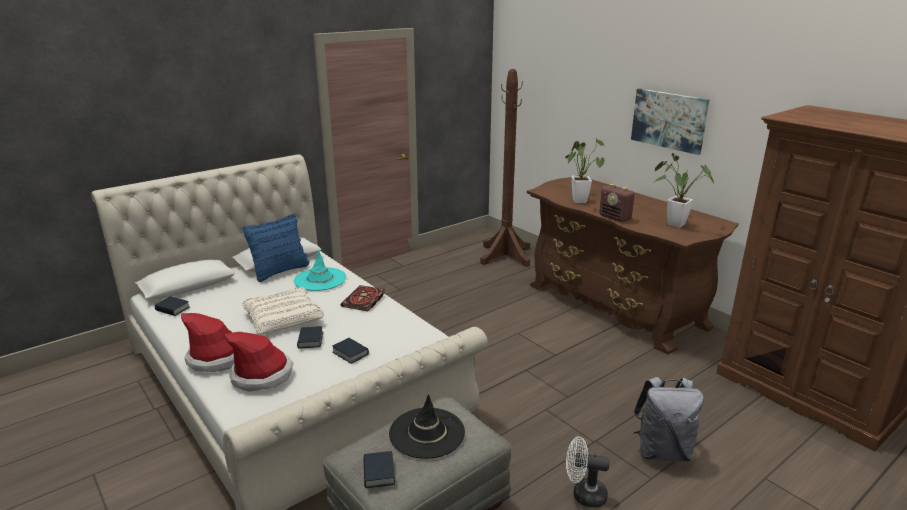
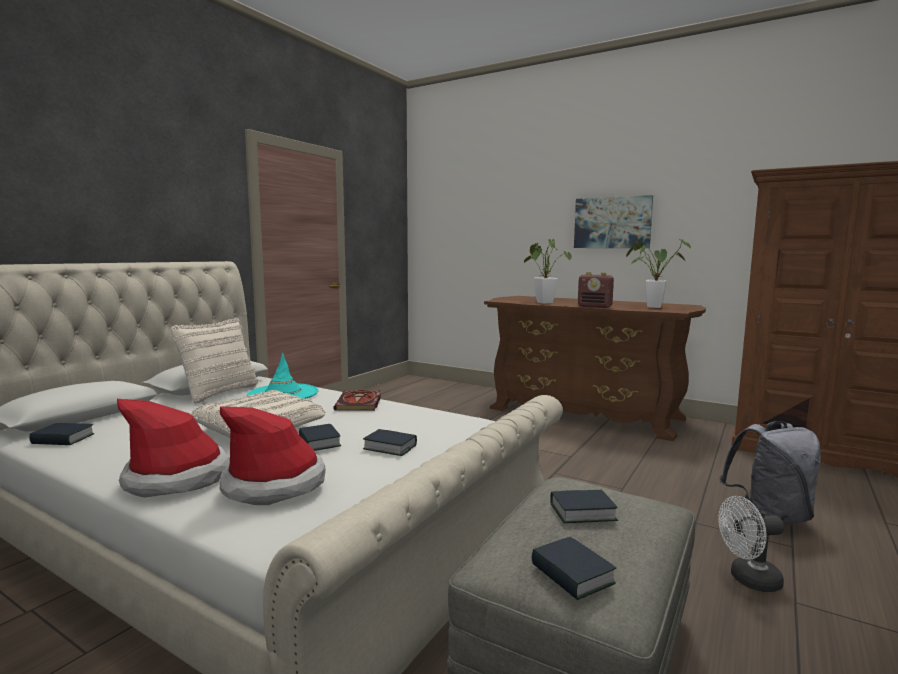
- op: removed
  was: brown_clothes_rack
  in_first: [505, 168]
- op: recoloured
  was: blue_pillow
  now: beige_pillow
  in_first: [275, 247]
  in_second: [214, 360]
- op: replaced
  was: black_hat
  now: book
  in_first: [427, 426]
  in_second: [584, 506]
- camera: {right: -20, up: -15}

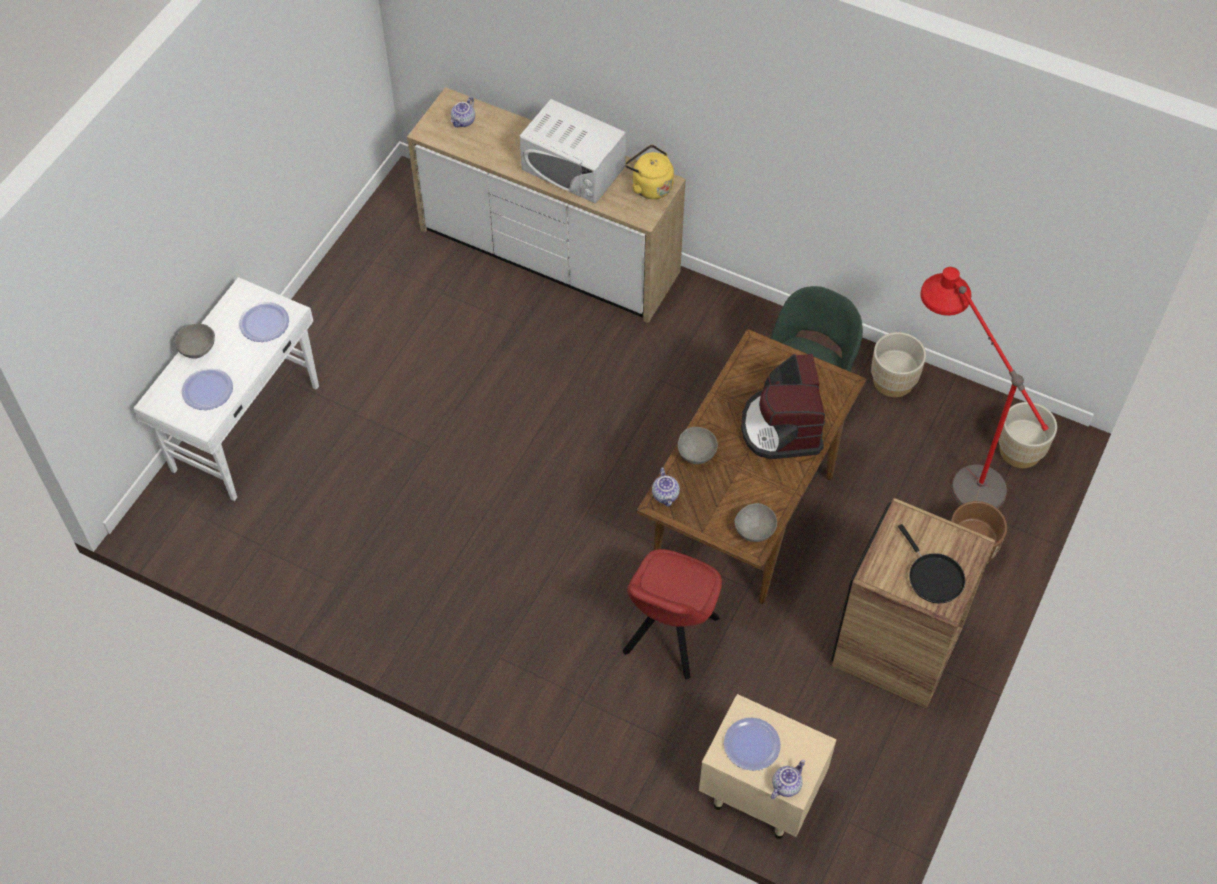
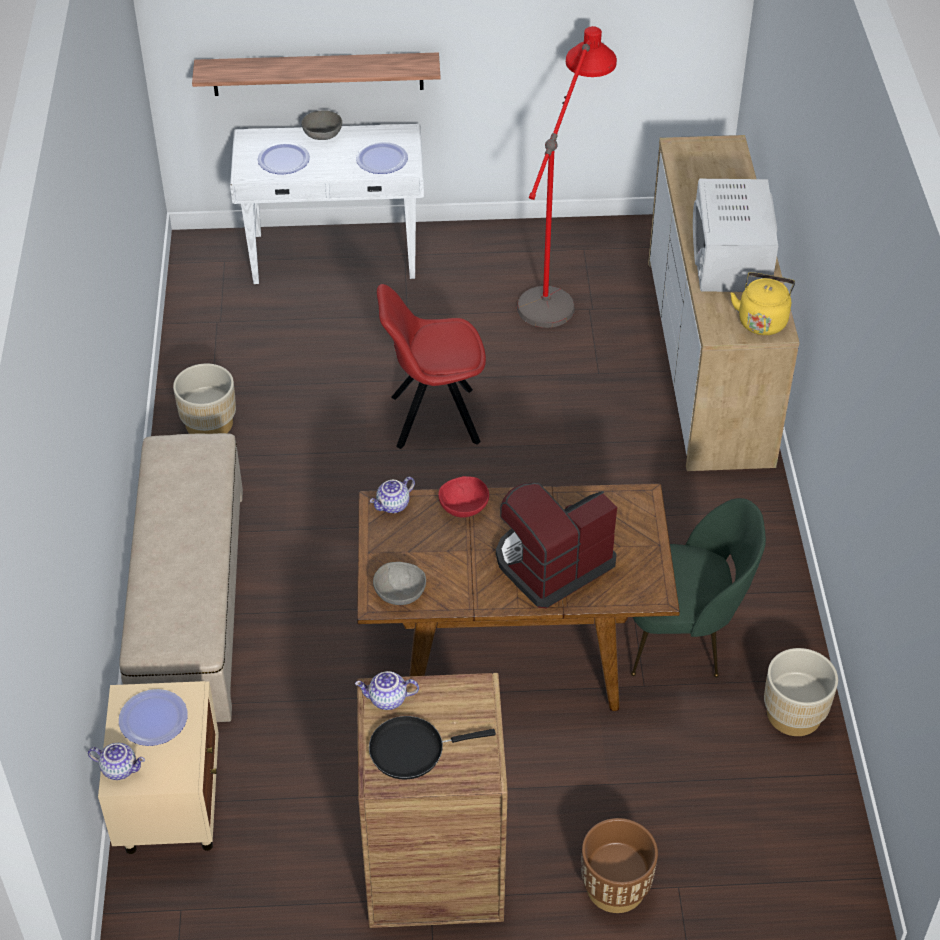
- op: moved
  was: teapot
  in_first: [463, 112]
  in_second: [387, 690]
- op: moved
  was: red_floor_lamp
  in_first: [984, 388]
  in_second: [567, 177]
- op: moved
  was: beige_planter
  in_first: [1028, 435]
  in_second: [204, 399]
- op: recoloured
  was: grey_bowl
  now: red_bowl
  in_first: [698, 445]
  in_second: [463, 497]
- op: turned
  was: black_frying_pan
  in_first: [931, 563]
  in_second: [432, 748]
  clockwise: 45
- op: moved
  was: red_chair
  in_first: [672, 614]
  in_second: [431, 366]
- op: added
  now: shelf
  in_second: [316, 74]
- op: added
  now: beige_bench
  in_second: [181, 577]
- camera: {right: 60, up: -10}

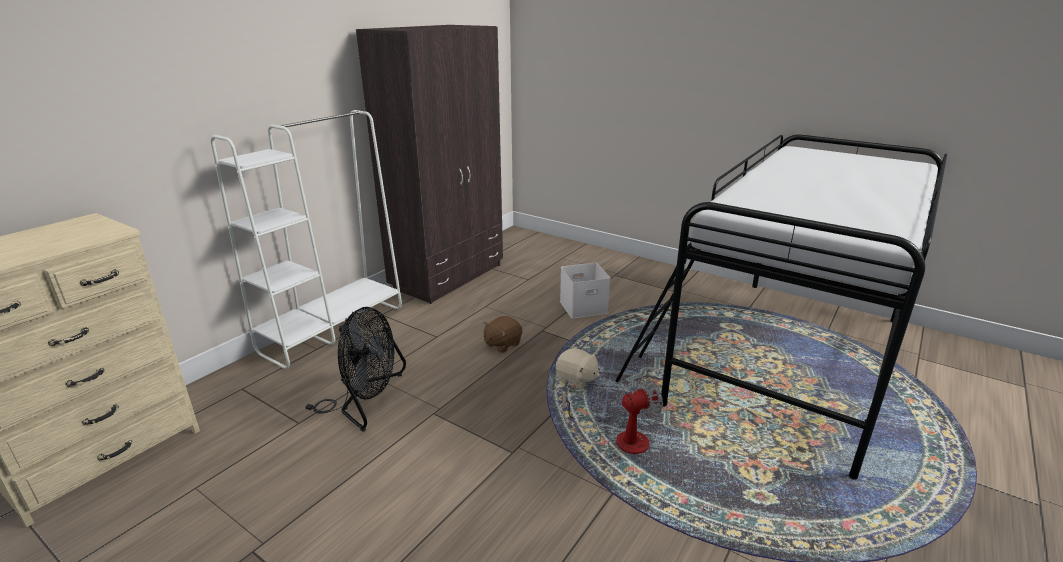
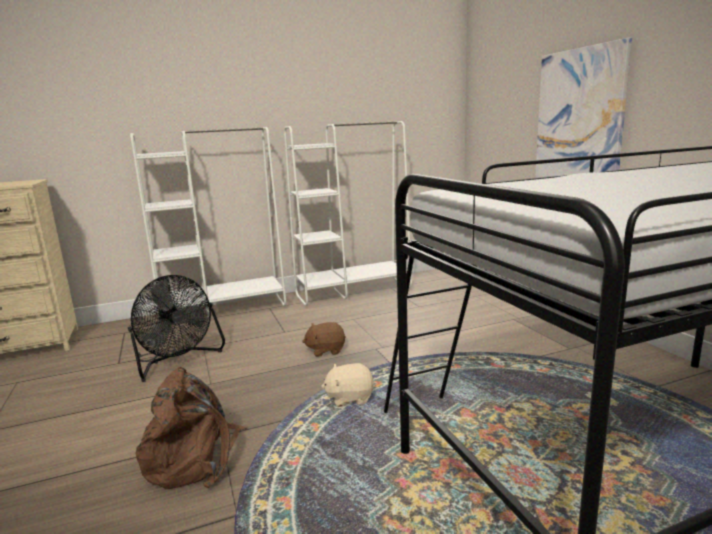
- op: replaced
  was: brown_wardrobe
  now: white_clothes_rack
  in_first: [429, 164]
  in_second: [348, 213]
- op: removed
  was: white_storage_box
  in_first: [585, 291]
- op: turned
  was: beige_plush_toy
  in_first: [578, 368]
  in_second: [347, 385]
  clockwise: 105
- op: removed
  was: fan
  in_first: [612, 415]
- op: added
  now: picture
  in_second: [583, 108]
- op: added
  now: brown_backpack
  in_second: [191, 428]
- camera: {right: 35, up: -10}

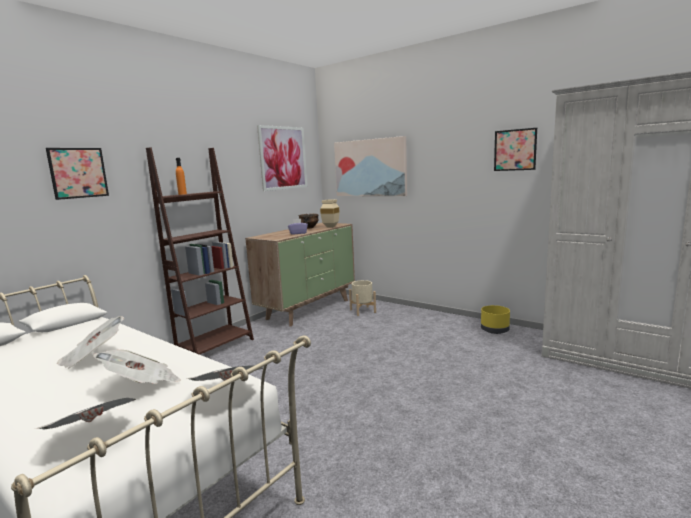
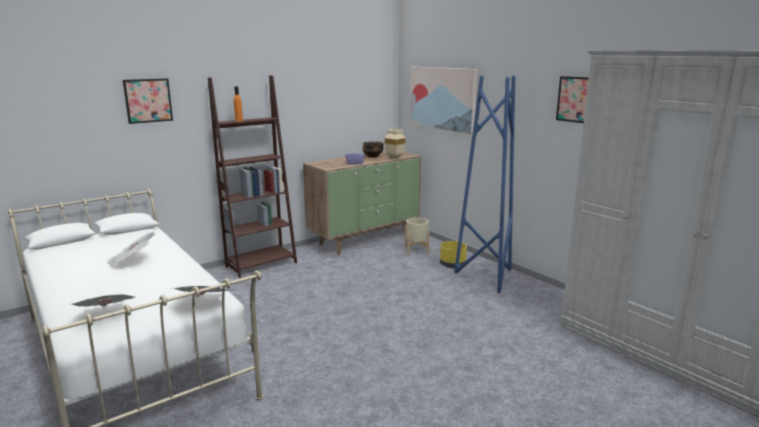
- op: removed
  was: picture
  in_first: [282, 158]
- op: moved
  was: yellow_planter
  in_first: [495, 319]
  in_second: [453, 254]
- op: removed
  was: newspaper
  in_first: [137, 367]
- op: added
  now: blue_clothes_rack
  in_second: [484, 184]
- camera: {right: 15, up: 5}

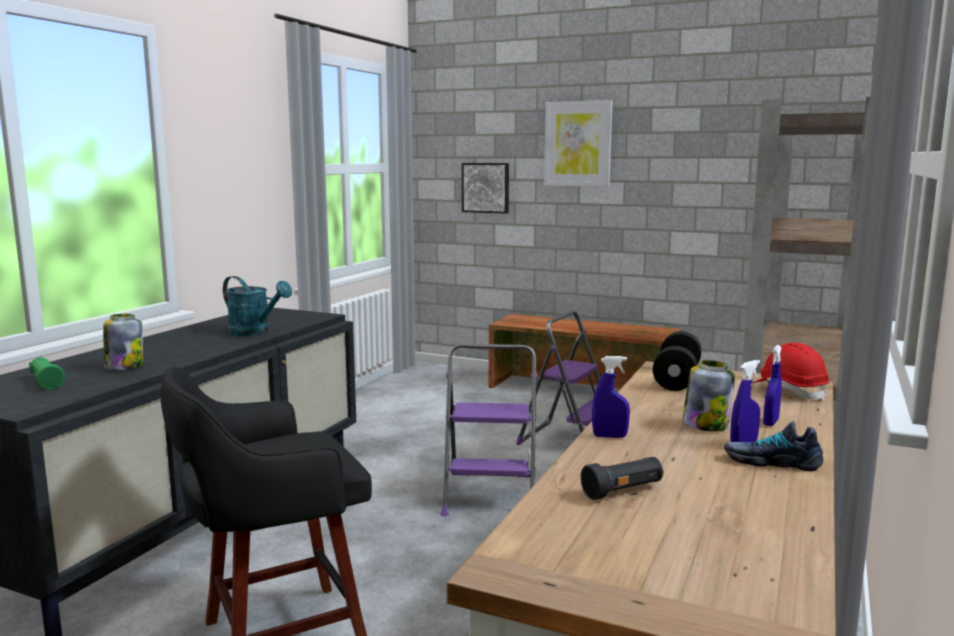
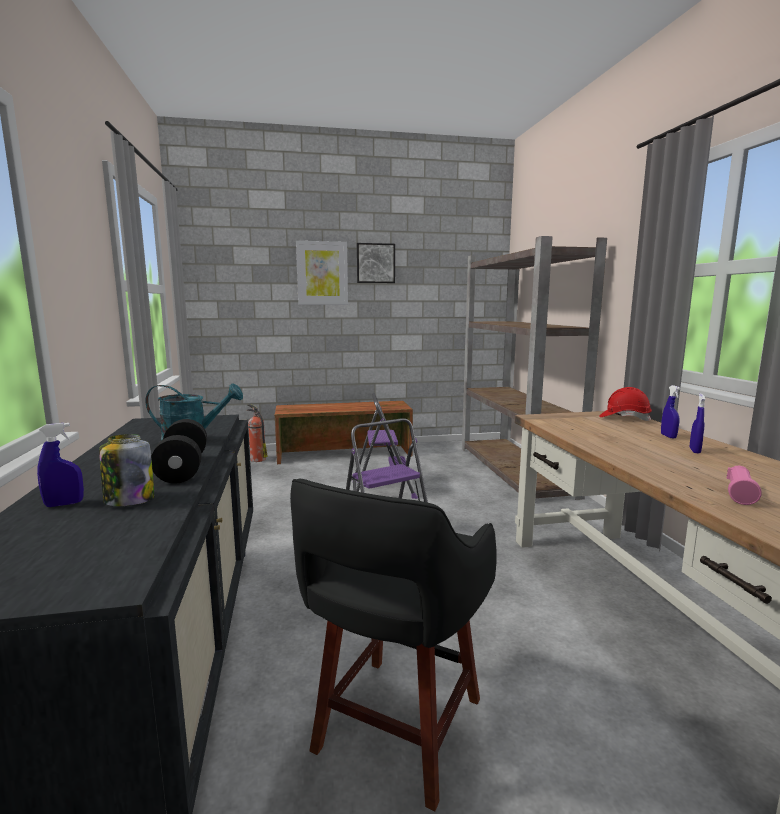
- op: moved
  was: picture
  in_first: [485, 188]
  in_second: [376, 263]
- op: moved
  was: black_dumbbell
  in_first: [677, 361]
  in_second: [179, 451]
- op: moved
  was: blue_spray_bottle
  in_first: [611, 397]
  in_second: [60, 465]
- op: removed
  was: green_flashlight
  in_first: [47, 373]
- op: removed
  was: jar
  in_first: [708, 396]
- op: removed
  was: shoe
  in_first: [773, 446]
- op: recoloured
  was: black_flashlight
  now: pink_flashlight
  in_first: [622, 478]
  in_second: [744, 485]
- op: added
  now: fire_extinguisher
  in_second: [257, 433]
- camera: {right: -35, up: 0}

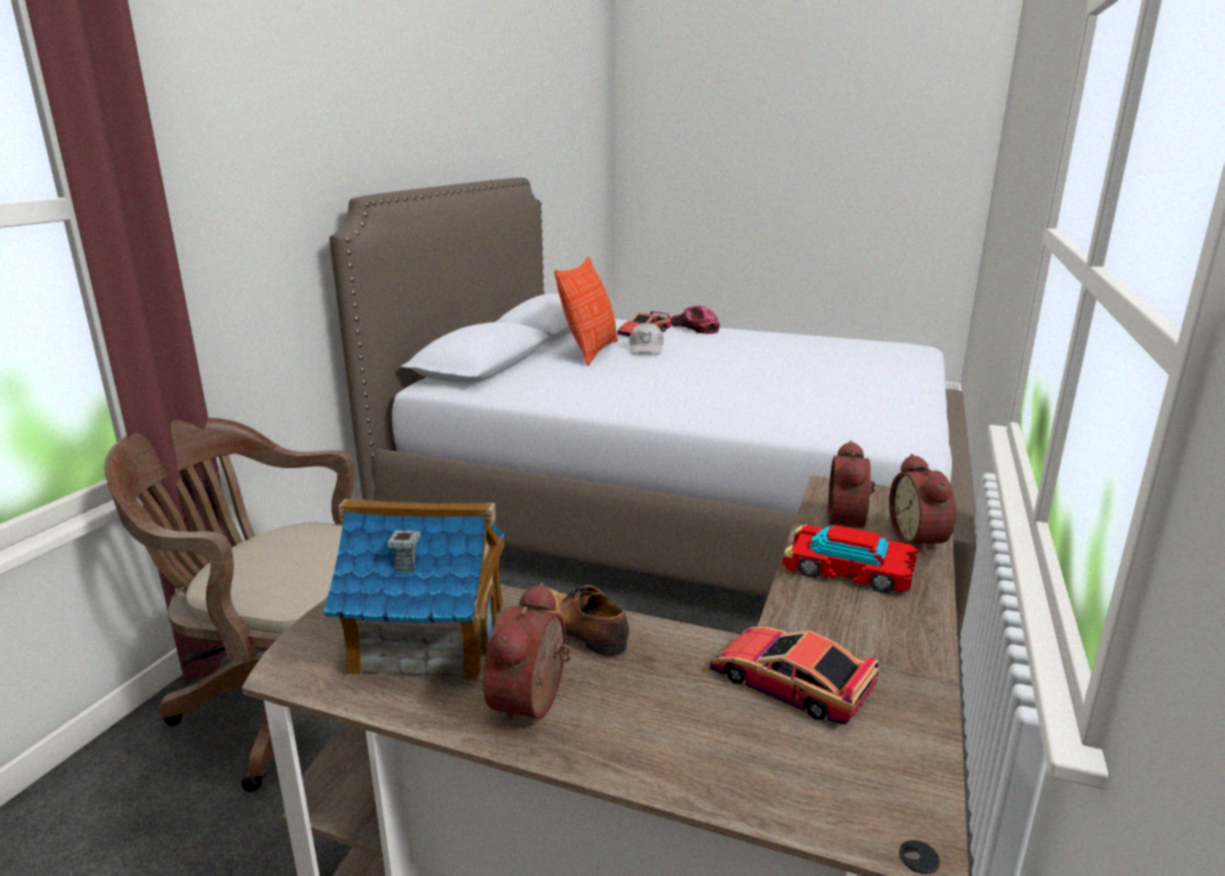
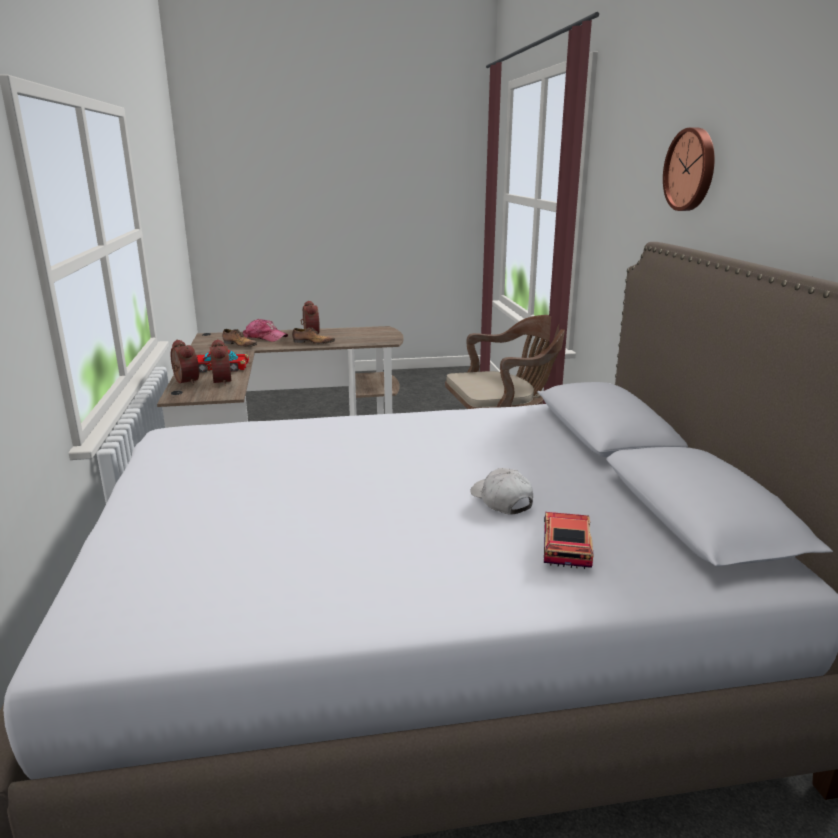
- op: removed
  was: orange_pillow
  in_first: [586, 311]
- op: moved
  was: cap
  in_first: [695, 320]
  in_second: [265, 330]
- op: removed
  was: toy_house
  in_first: [414, 590]
- op: replaced
  was: toy_car
  now: shoe
  in_first: [794, 676]
  in_second: [239, 338]
- op: added
  now: wall_clock
  in_second: [689, 169]
- camera: {right: 150, up: 0}

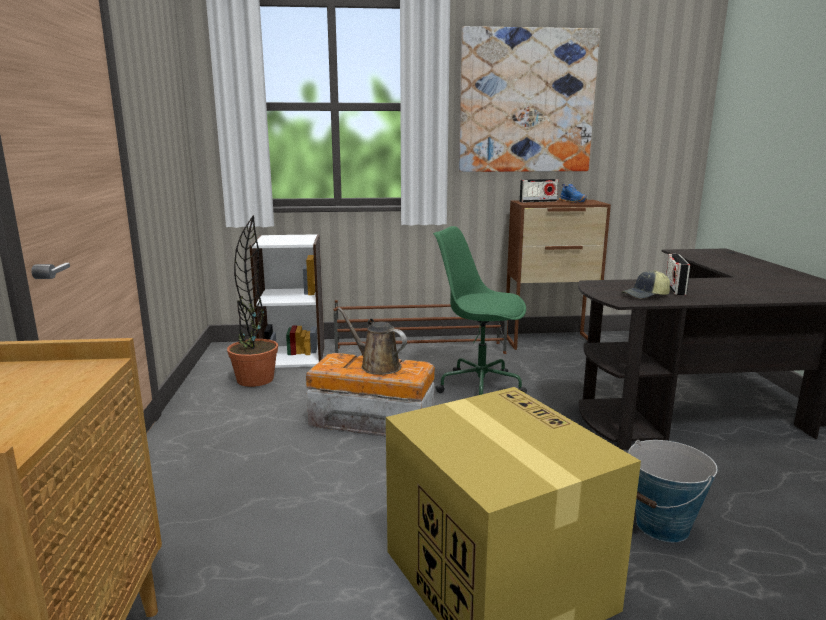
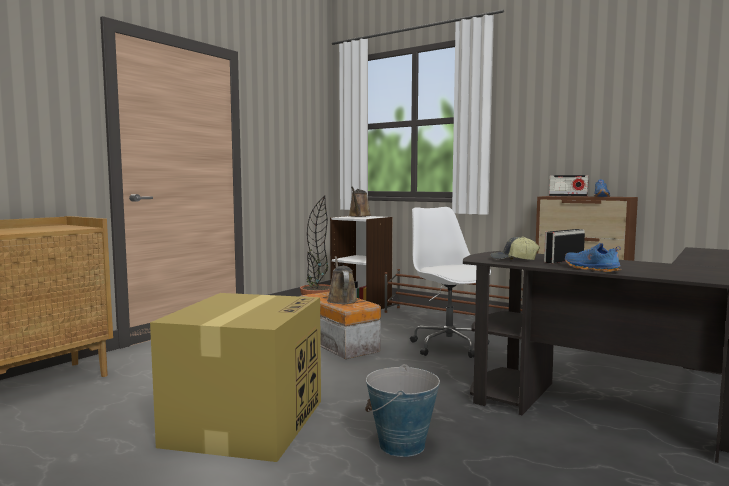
- op: removed
  was: picture
  in_first: [529, 99]
- op: recoloured
  was: green_office_chair
  now: white_office_chair
  in_first: [480, 310]
  in_second: [450, 282]
- op: added
  now: brown_watering_can
  in_second: [360, 202]
- op: added
  now: blue_shoe
  in_second: [593, 257]
- camera: {right: 40, up: -10}

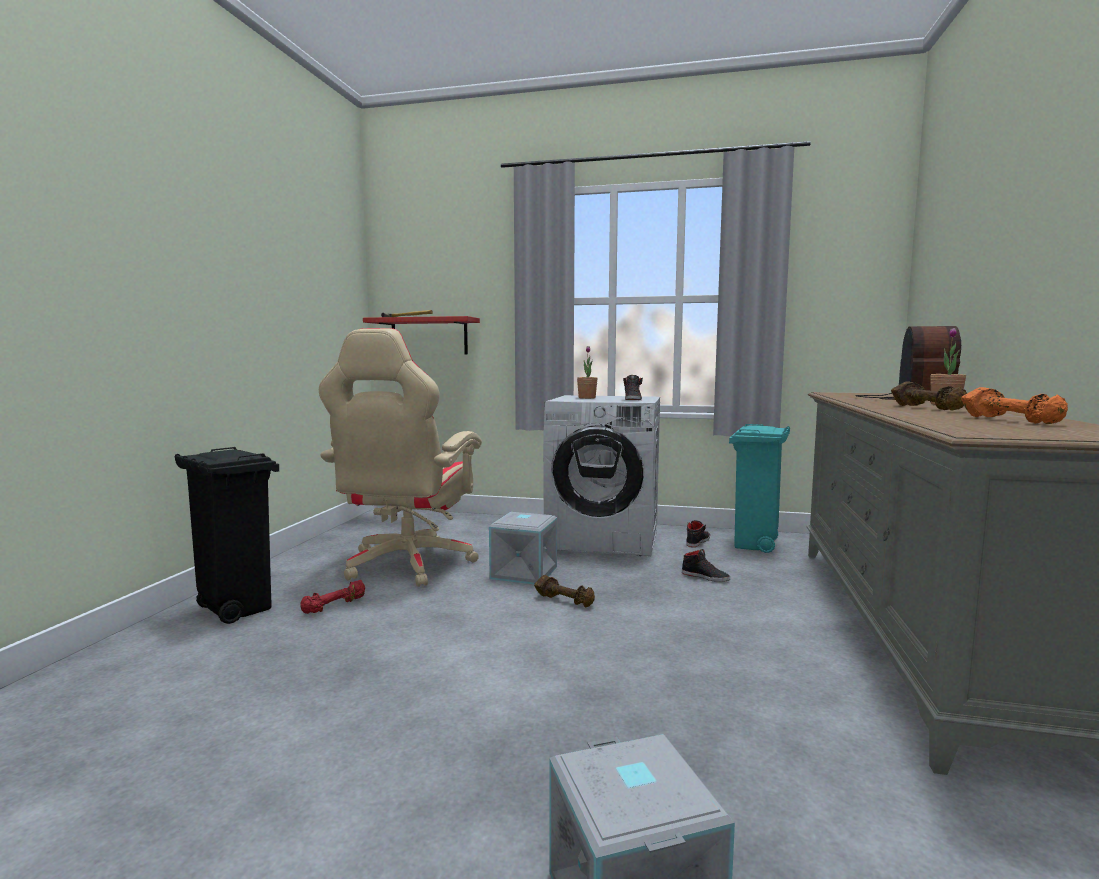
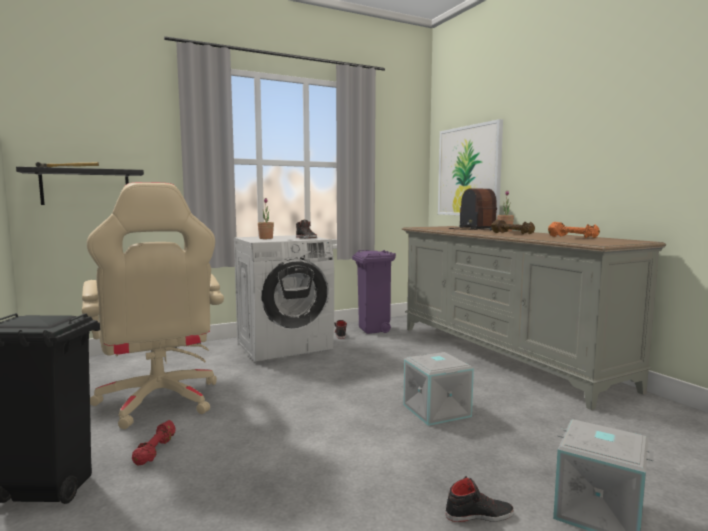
- op: recoloured
  was: red_shelf
  now: black_shelf
  in_first: [421, 335]
  in_second: [80, 186]
- op: recoloured
  was: turquoise_trash_can
  now: purple_trash_can
  in_first: [759, 488]
  in_second: [374, 292]
- op: moved
  was: grey_storage_box
  in_first: [523, 548]
  in_second: [439, 389]
- op: moved
  was: black_shoe
  in_first: [706, 565]
  in_second: [479, 499]
- op: removed
  was: brown_dumbbell
  in_first: [564, 591]
- op: added
  now: picture
  in_second: [470, 168]
- camera: {right: -40, up: 0}

